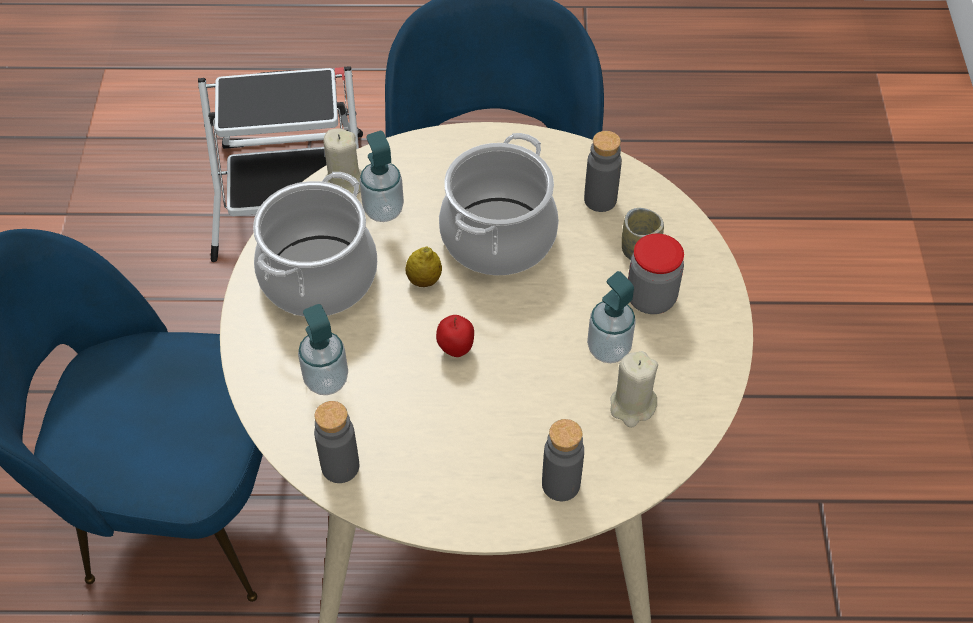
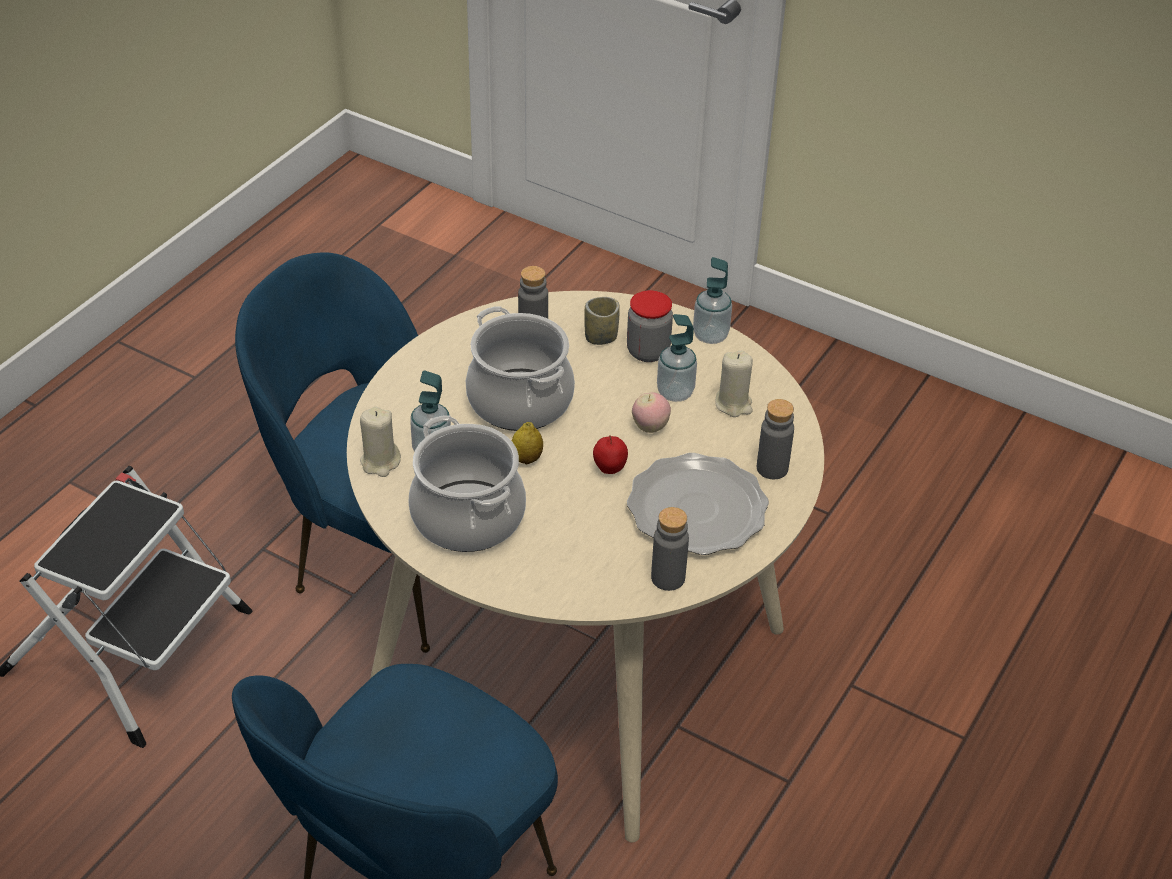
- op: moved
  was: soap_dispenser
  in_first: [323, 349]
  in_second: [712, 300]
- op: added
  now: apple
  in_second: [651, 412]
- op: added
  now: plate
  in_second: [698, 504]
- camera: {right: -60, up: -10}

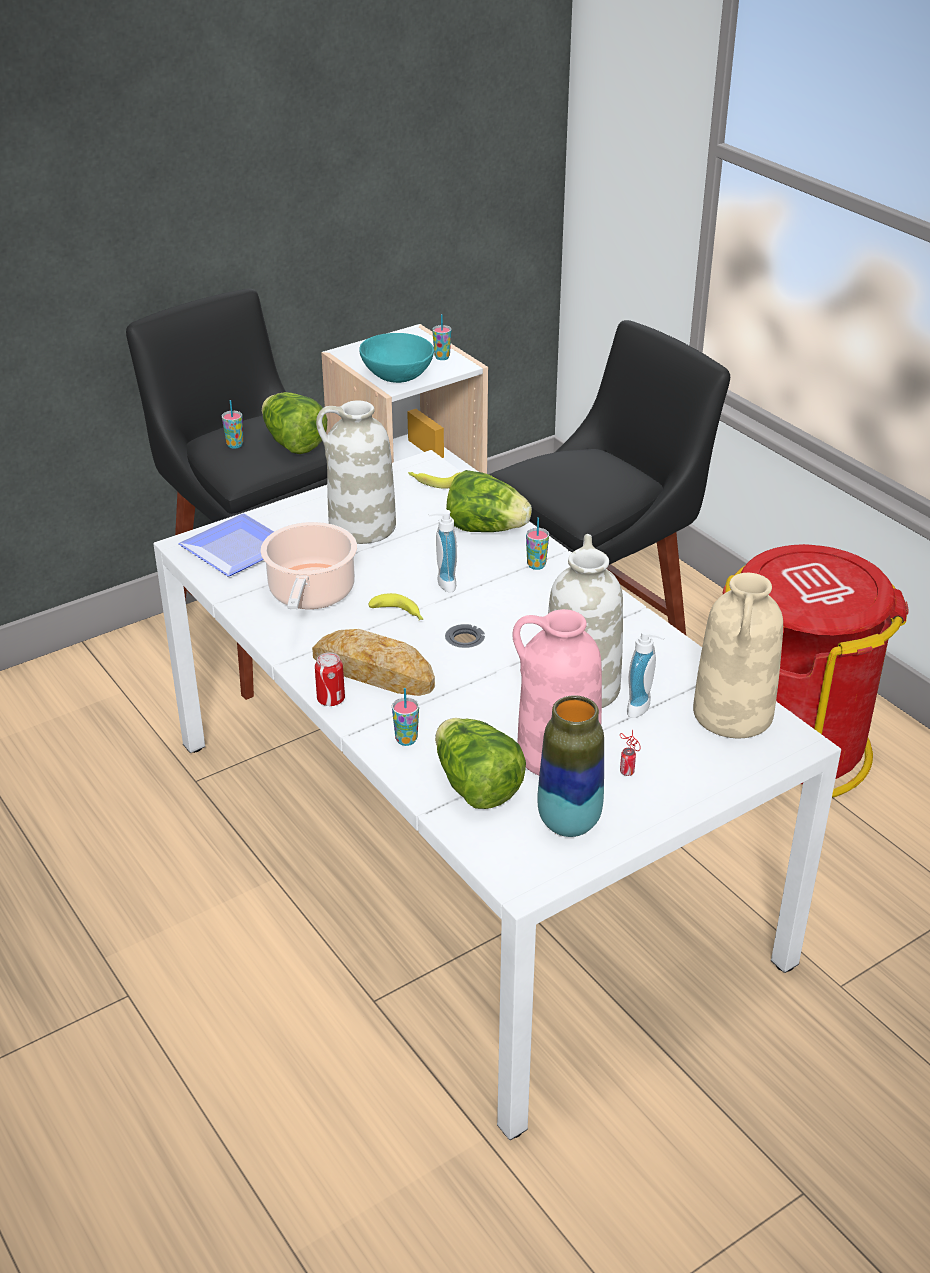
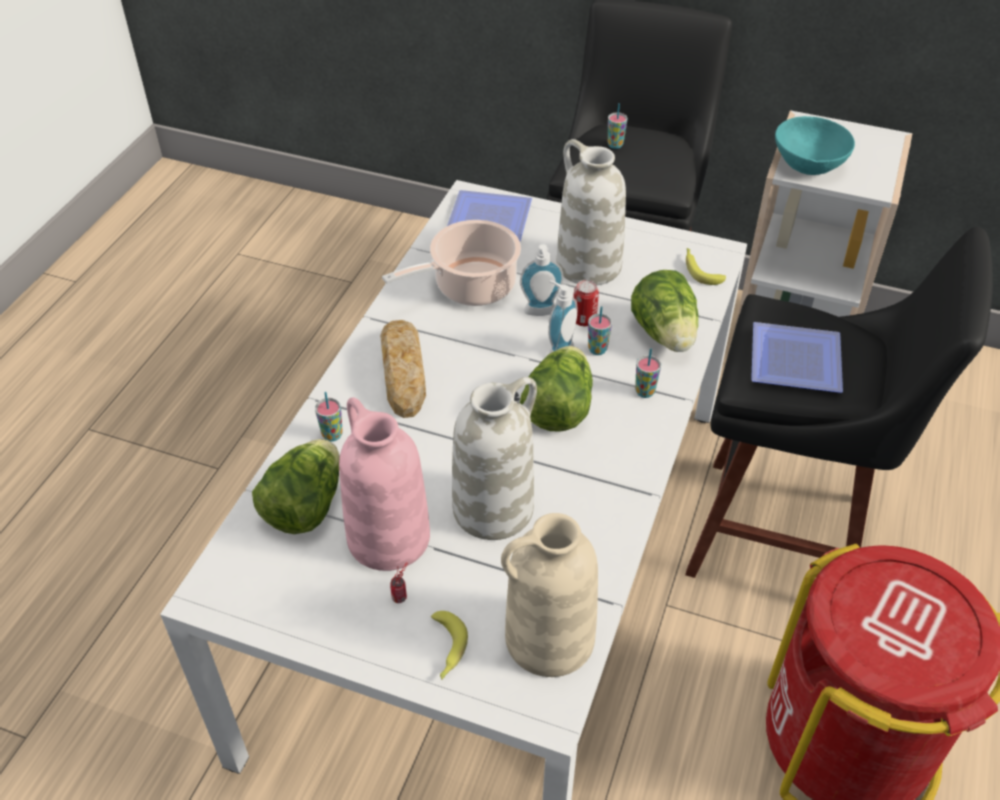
- op: moved
  was: cup
  in_first: [441, 337]
  in_second: [600, 330]
- op: moved
  was: lettuce
  in_first: [294, 423]
  in_second: [556, 389]
- op: moved
  was: banana
  in_first: [396, 606]
  in_second: [449, 645]
- op: moved
  was: soap_dispenser
  in_first: [645, 673]
  in_second: [542, 280]
- op: moved
  was: can
  in_first: [330, 679]
  in_second: [586, 303]
- op: removed
  was: vase
  in_first: [571, 766]
- op: added
  now: plate
  in_second: [797, 357]
- camera: {right: 55, up: 10}

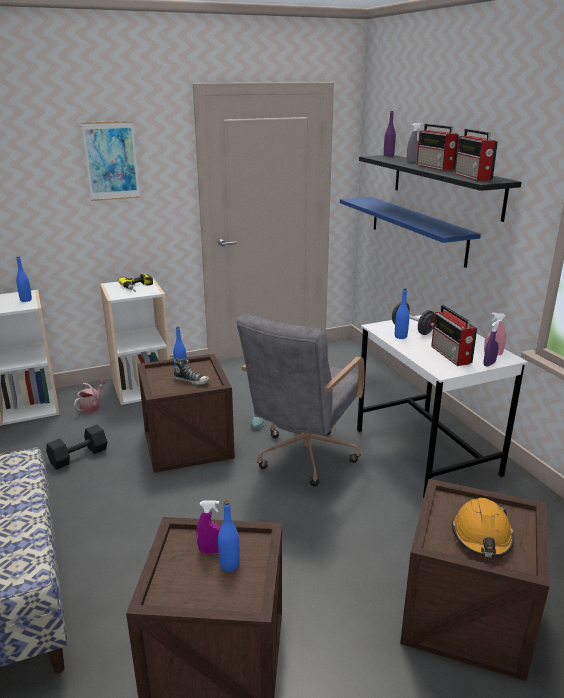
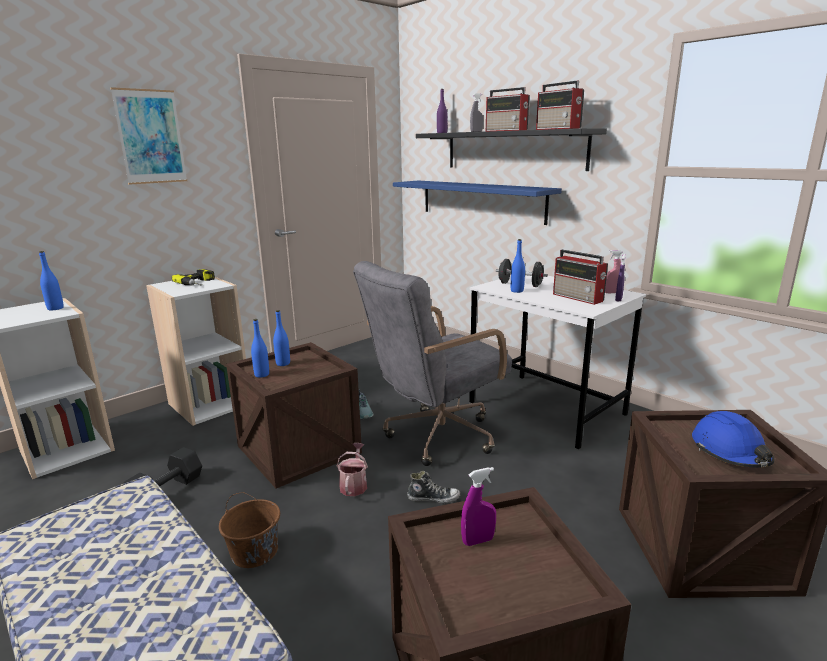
- op: turned
  was: grey_office_chair
  in_first: [301, 400]
  in_second: [432, 363]
  clockwise: 45
- op: moved
  was: shoe
  in_first: [191, 371]
  in_second: [433, 487]
- op: moved
  was: watering_can
  in_first: [90, 396]
  in_second: [352, 469]
- op: recoloured
  was: orange_hard_hat
  now: blue_hard_hat
  in_first: [483, 528]
  in_second: [733, 439]
- op: moved
  was: blue_bottle
  in_first: [229, 536]
  in_second: [260, 348]
- op: added
  now: brown_bucket
  in_second: [249, 530]
- camera: {right: -20, up: -5}

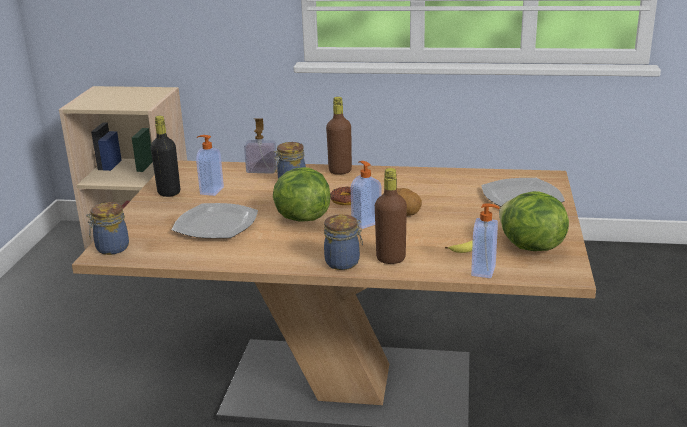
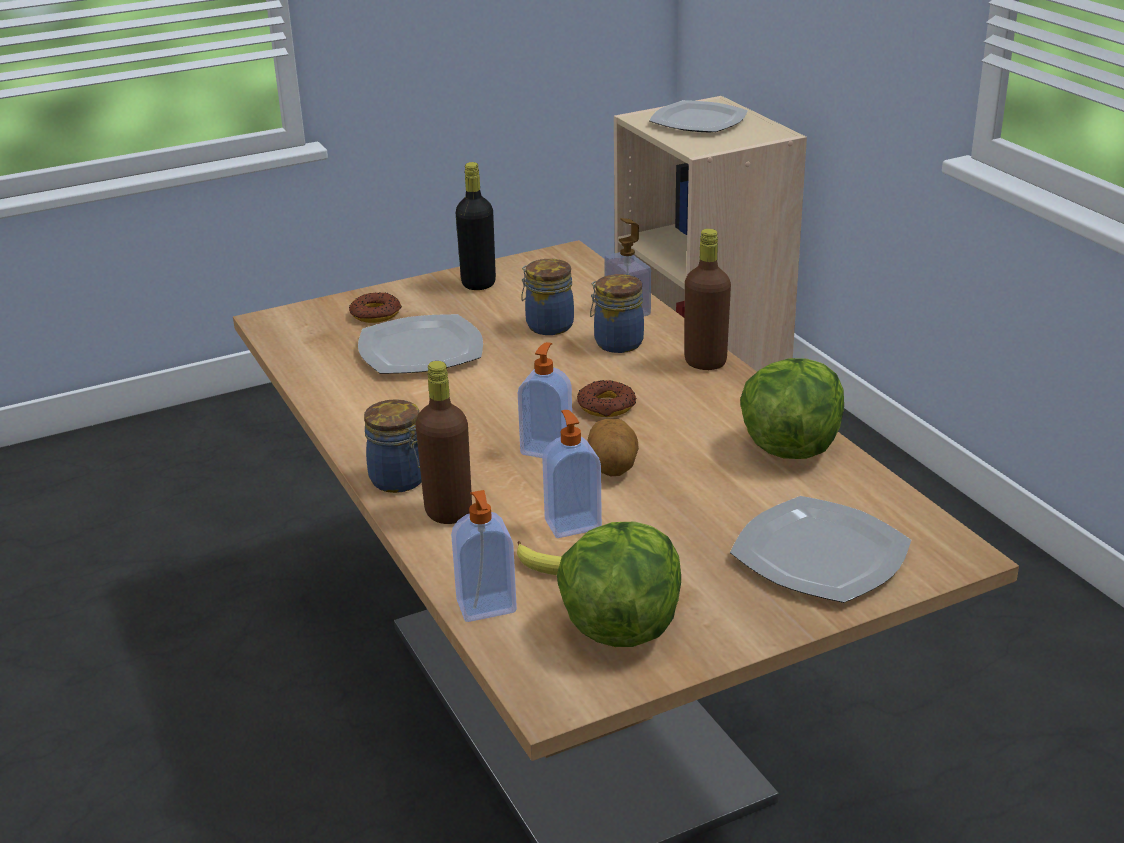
- op: moved
  was: soap_dispenser
  in_first: [210, 165]
  in_second: [572, 474]
- op: moved
  was: lettuce
  in_first: [301, 194]
  in_second: [792, 408]
- op: moved
  was: jar
  in_first: [107, 228]
  in_second: [548, 297]
- op: added
  now: plate
  in_second: [698, 116]
- op: added
  now: donut
  in_second: [375, 307]
- camera: {right: 55, up: 5}

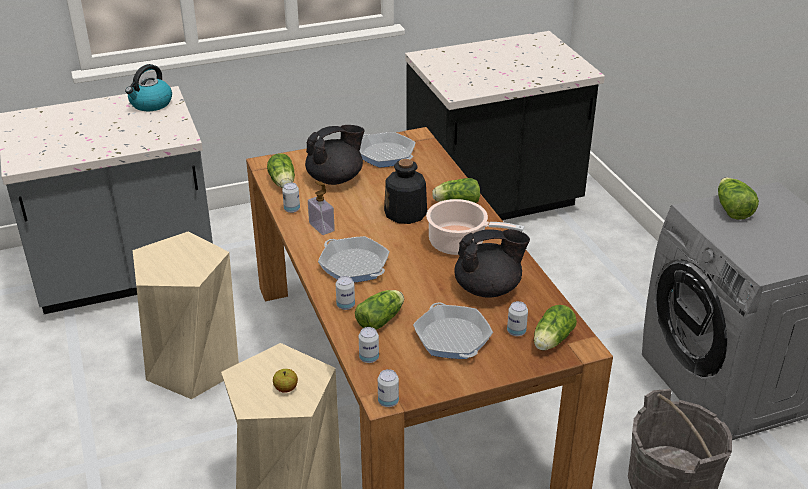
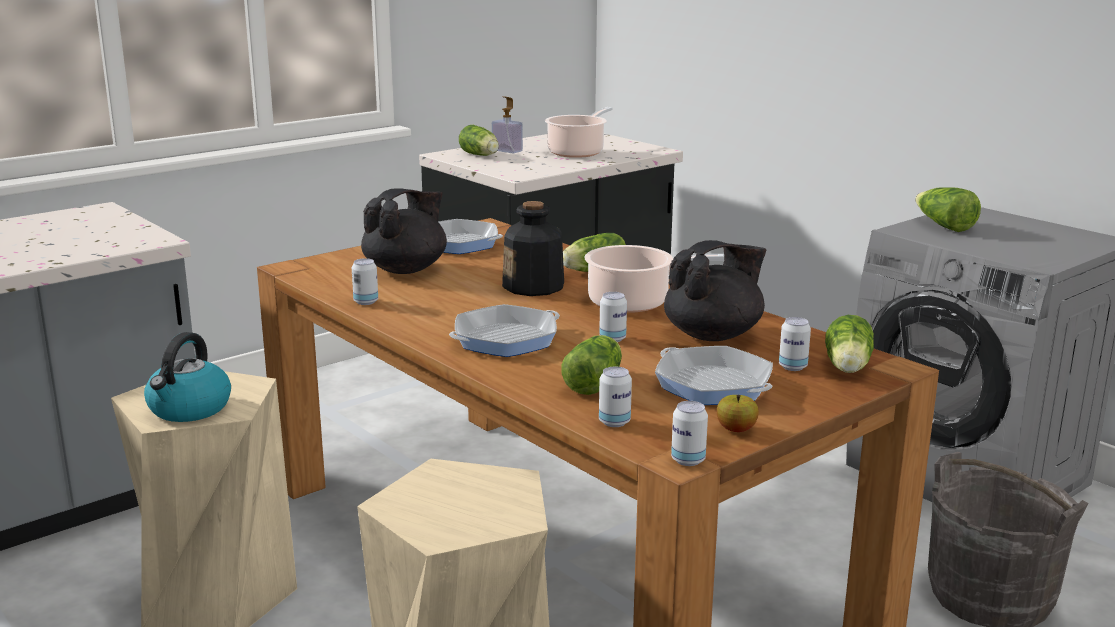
- op: moved
  was: kettle
  in_first: [148, 87]
  in_second: [187, 377]
- op: moved
  was: lettuce
  in_first: [281, 170]
  in_second: [479, 140]
- op: moved
  was: soap_dispenser
  in_first: [321, 208]
  in_second: [507, 125]
- op: turned
  was: frying_pan
  in_first: [353, 259]
  in_second: [504, 330]
  clockwise: -60
- op: moved
  was: can
  in_first: [345, 293]
  in_second: [613, 317]
- op: moved
  was: apple
  in_first: [285, 381]
  in_second: [738, 413]
- op: added
  now: cooking_pot
  in_second: [579, 132]
- camera: {right: -20, up: -15}

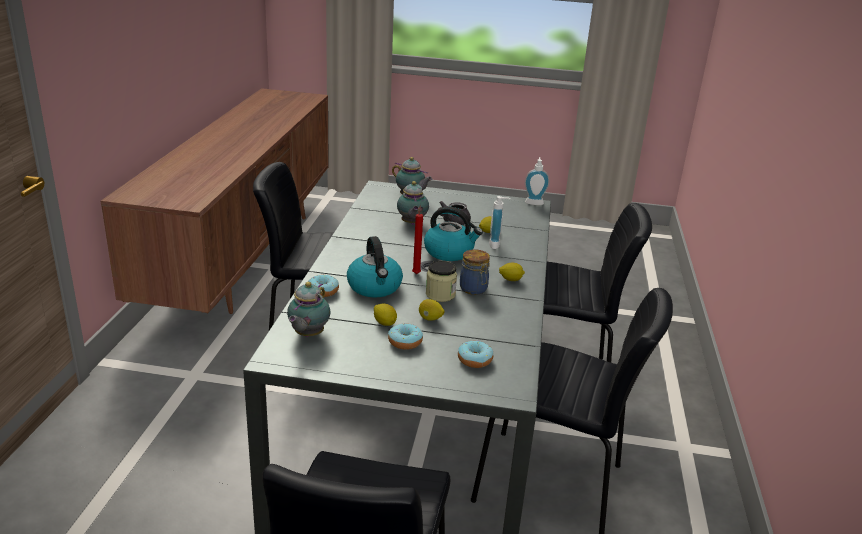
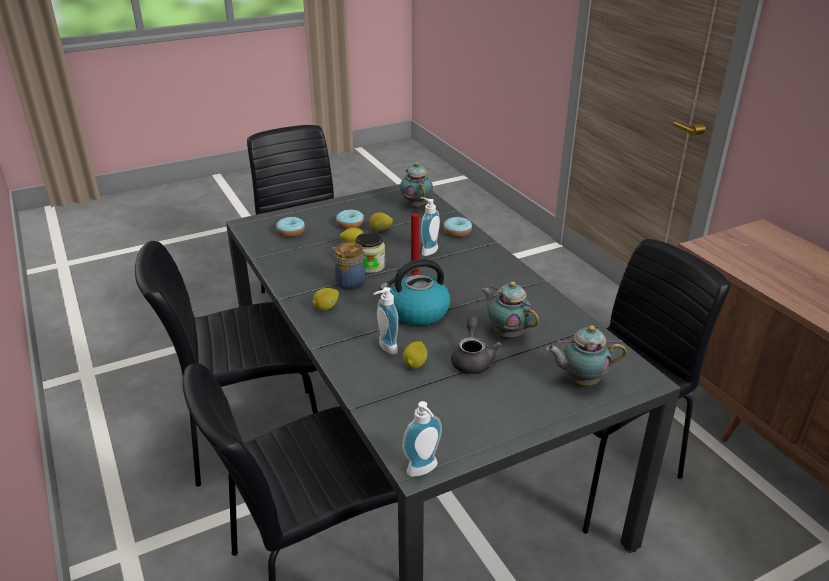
- op: replaced
  was: kettle
  now: soap_dispenser
  in_first: [375, 266]
  in_second: [430, 226]
- camera: {right: 145, up: 5}

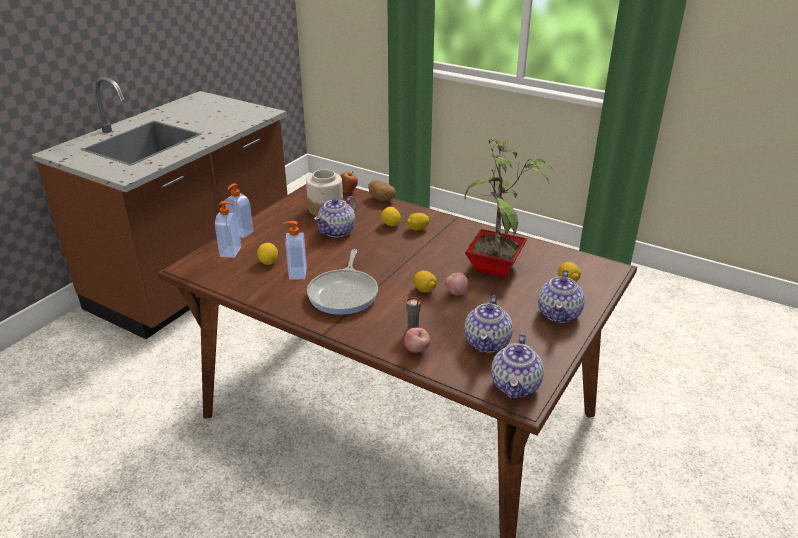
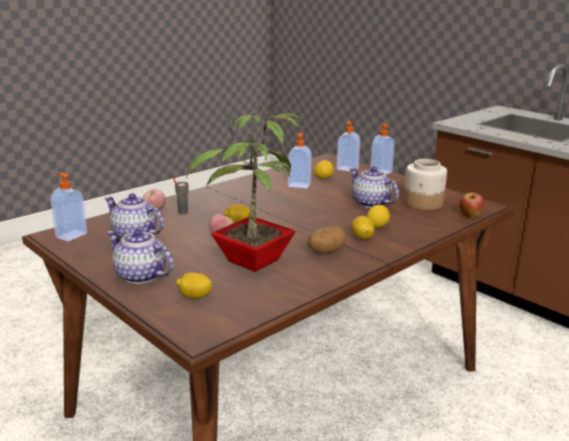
- op: moved
  was: potato
  in_first: [382, 190]
  in_second: [326, 240]
- op: removed
  was: frying_pan
  in_first: [342, 282]
- op: replaced
  was: teapot
  now: soap_dispenser
  in_first: [517, 366]
  in_second: [69, 207]
- camera: {right: 105, up: -10}

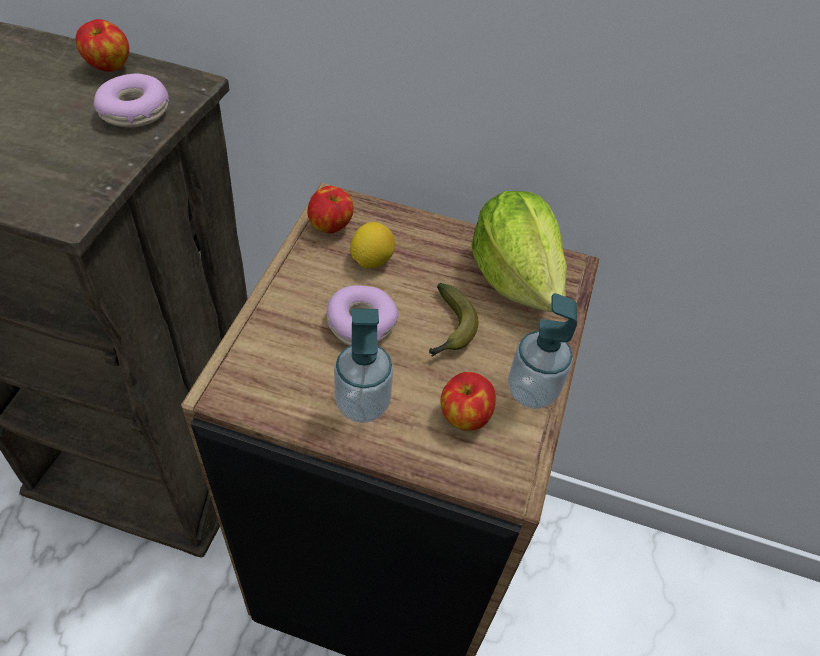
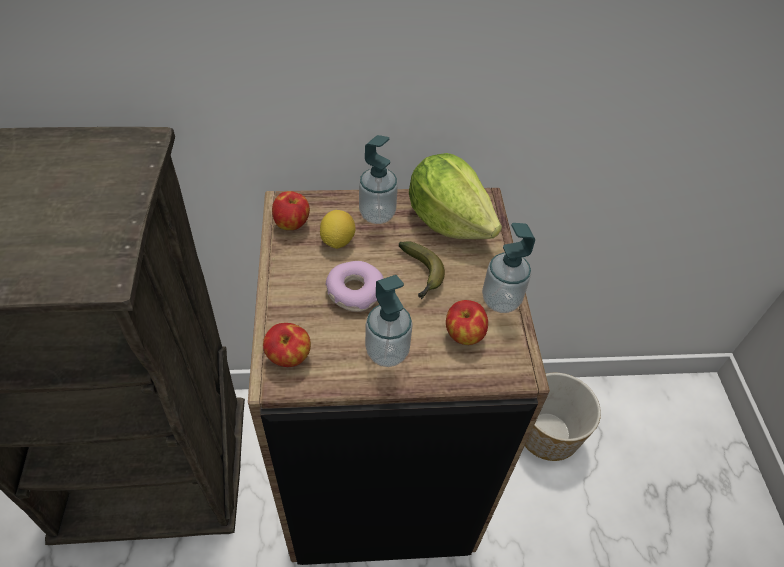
- op: moved
  was: apple
  in_first: [102, 45]
  in_second: [287, 345]
- op: removed
  was: donut
  in_first: [131, 100]
- op: added
  now: soap_dispenser
  in_second: [378, 179]
- op: added
  now: planter
  in_second: [563, 417]
- camera: {right: -20, up: 0}

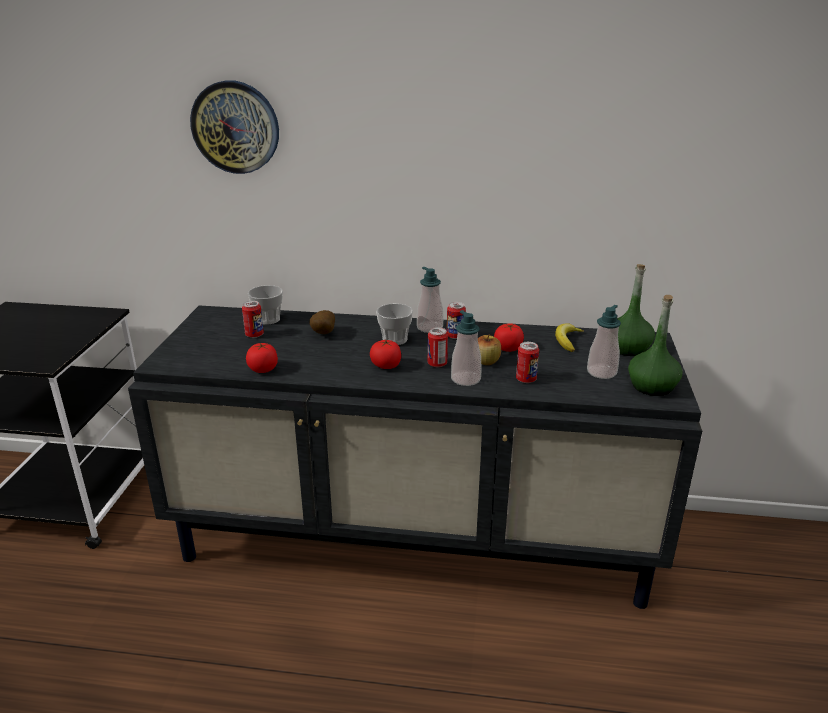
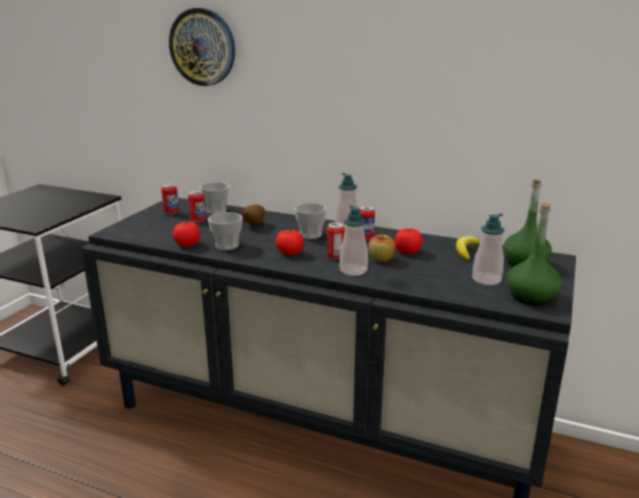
- op: moved
  was: can
  in_first: [527, 362]
  in_second: [170, 199]
- op: added
  now: cup
  in_second: [225, 231]
- camera: {right: 15, up: -5}

